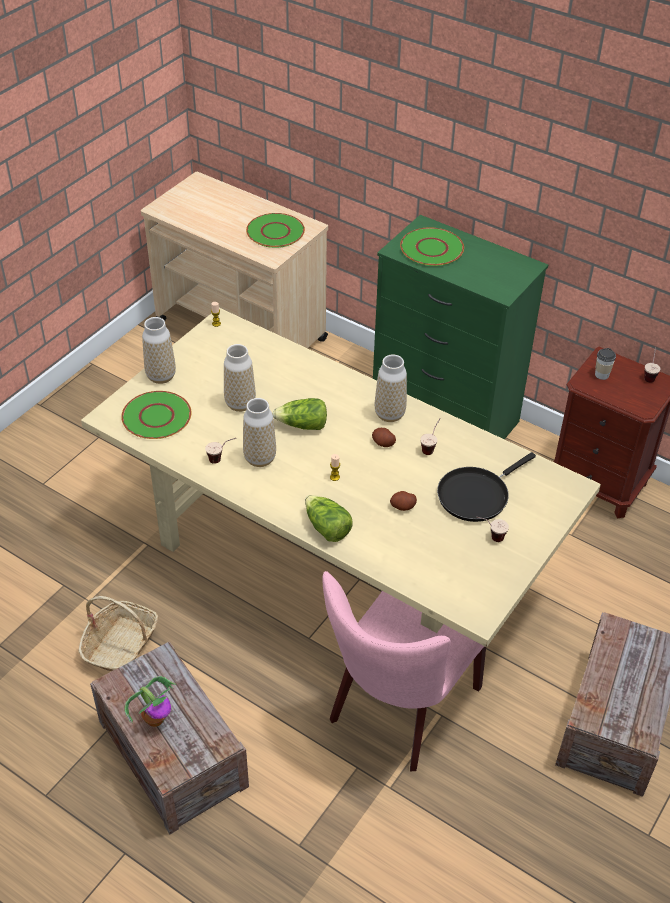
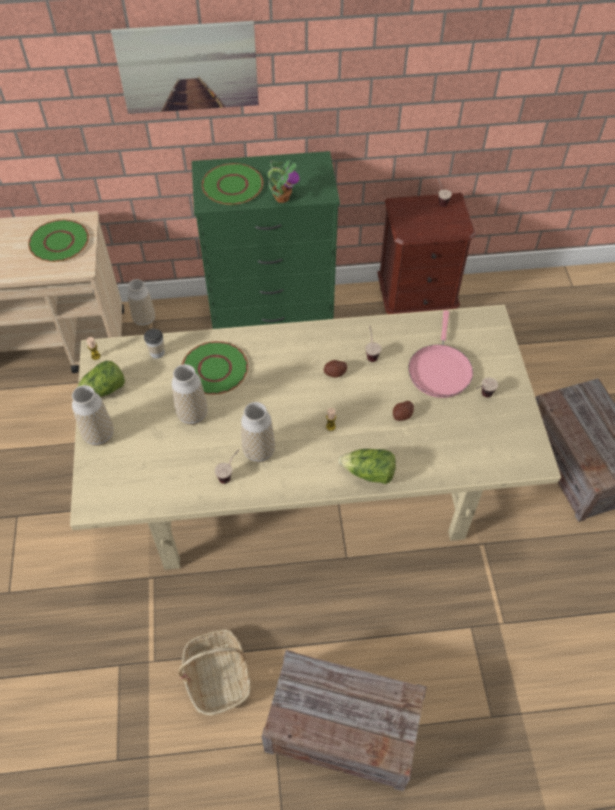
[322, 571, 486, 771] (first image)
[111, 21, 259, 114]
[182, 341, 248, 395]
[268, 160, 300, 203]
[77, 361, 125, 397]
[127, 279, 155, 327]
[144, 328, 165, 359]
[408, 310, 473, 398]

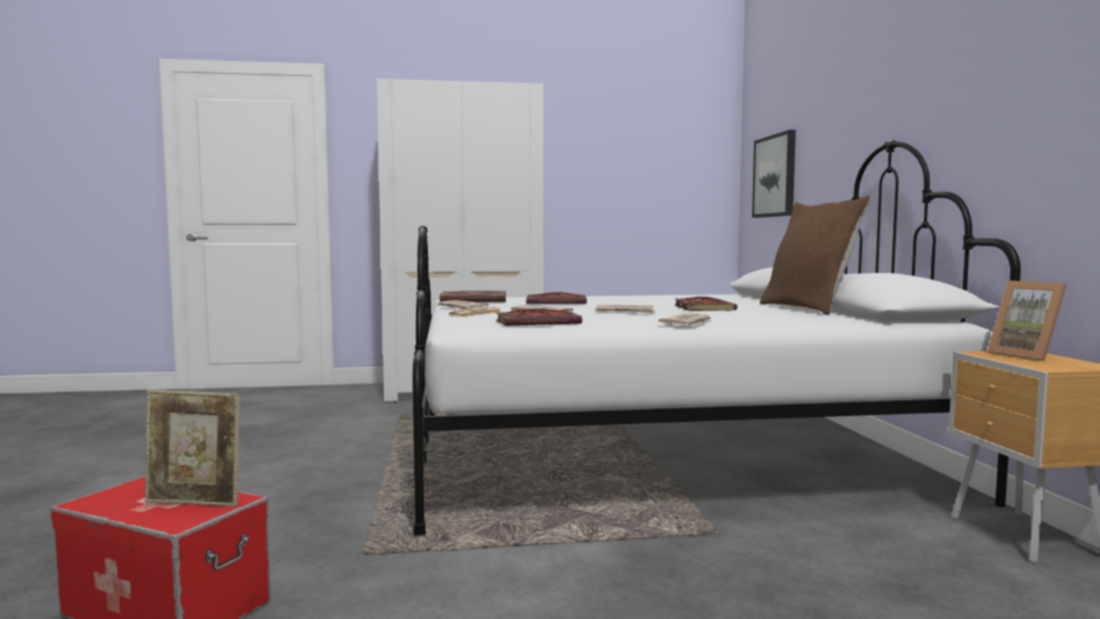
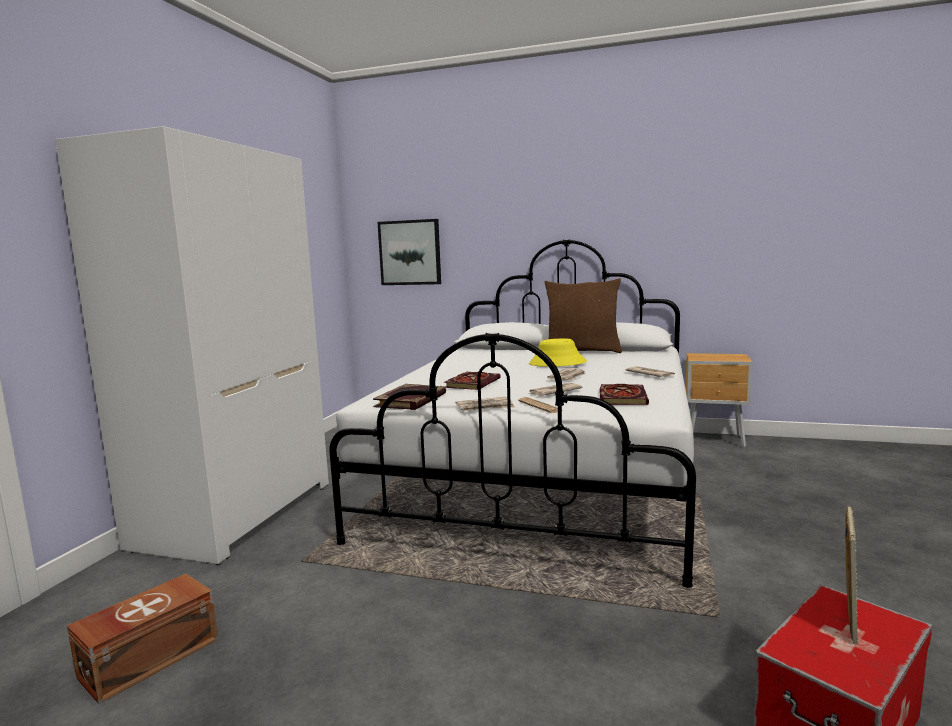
[988, 280, 1067, 361] (first image)
[67, 574, 218, 704]
[529, 338, 587, 367]

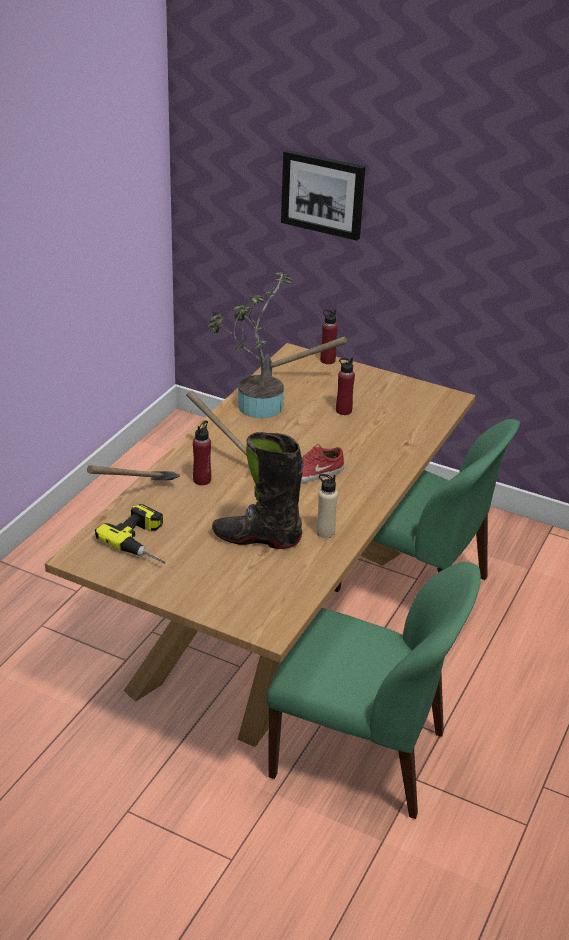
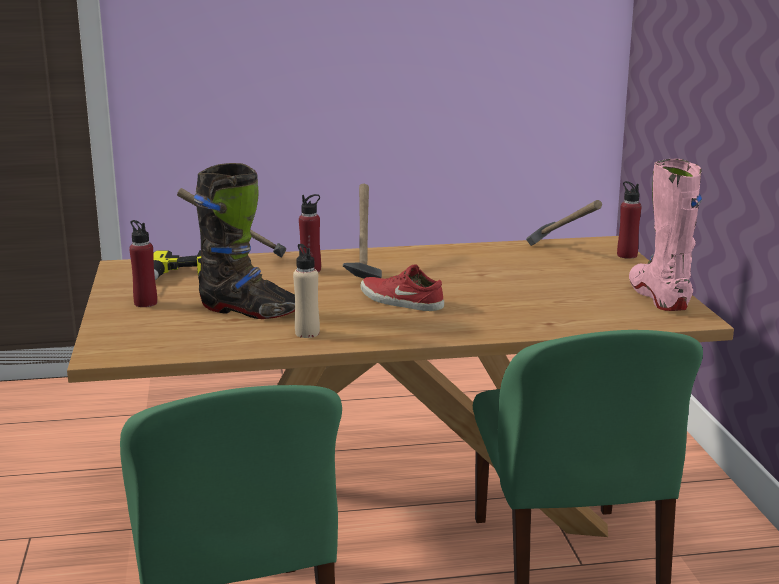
[208, 272, 293, 418] (first image)
[281, 150, 365, 241] (first image)
[629, 159, 702, 311]
[129, 220, 157, 307]
[193, 163, 295, 319]

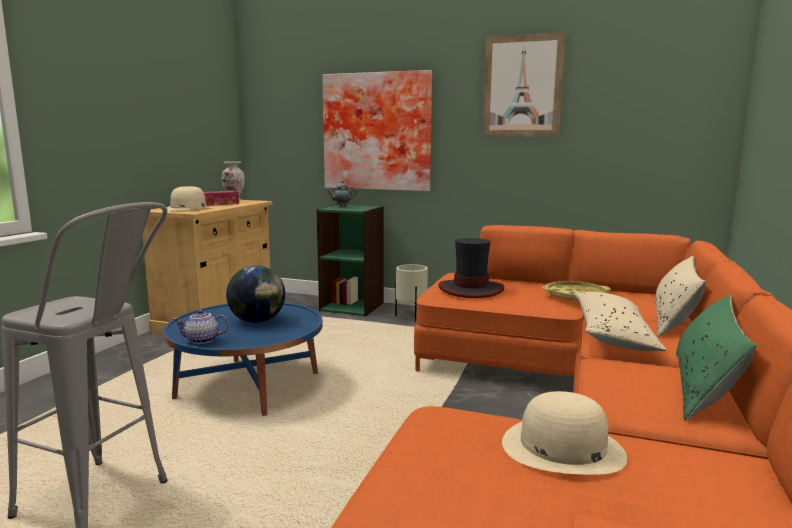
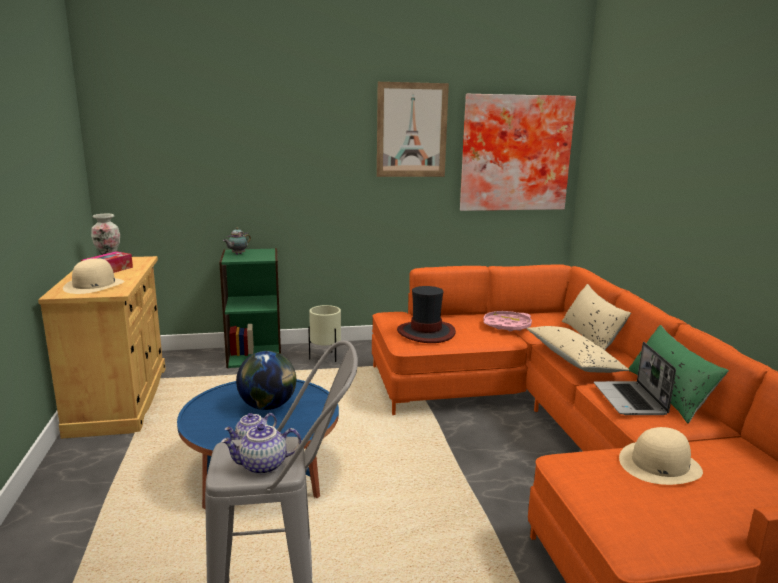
[221, 424, 301, 475]
[594, 342, 676, 415]
[460, 94, 576, 211]
[483, 311, 532, 332]

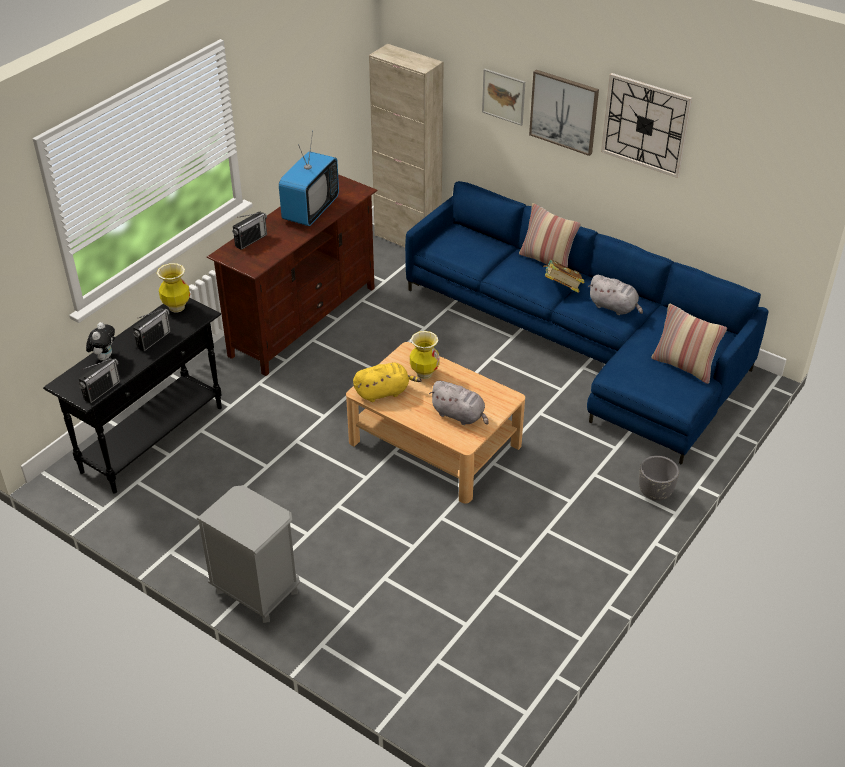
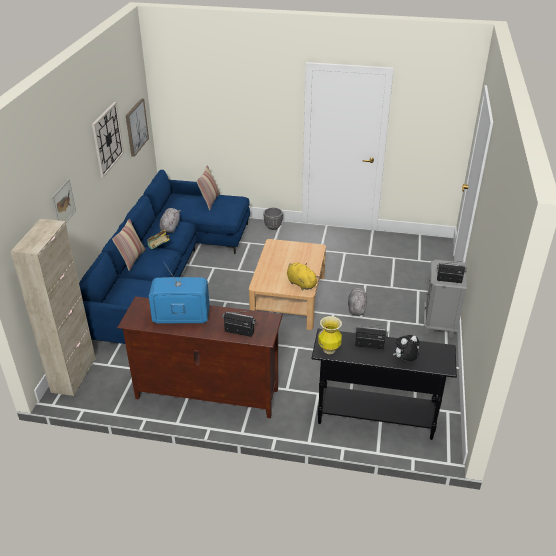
[410, 331, 440, 379] (first image)
[437, 261, 467, 283]
[348, 288, 367, 316]
[126, 99, 149, 157]

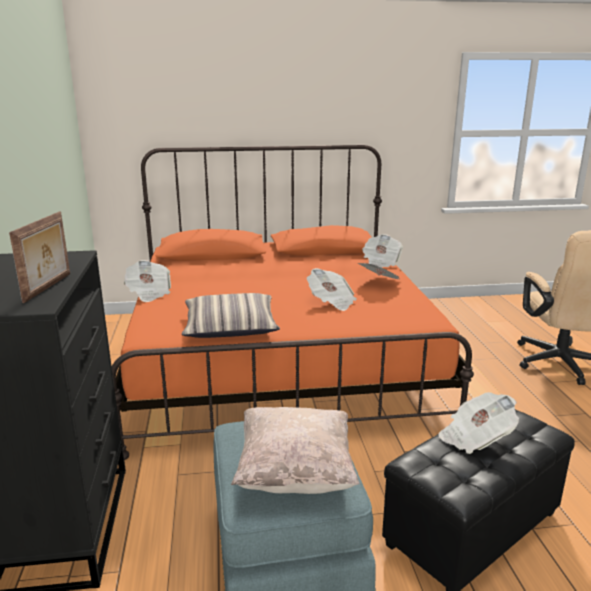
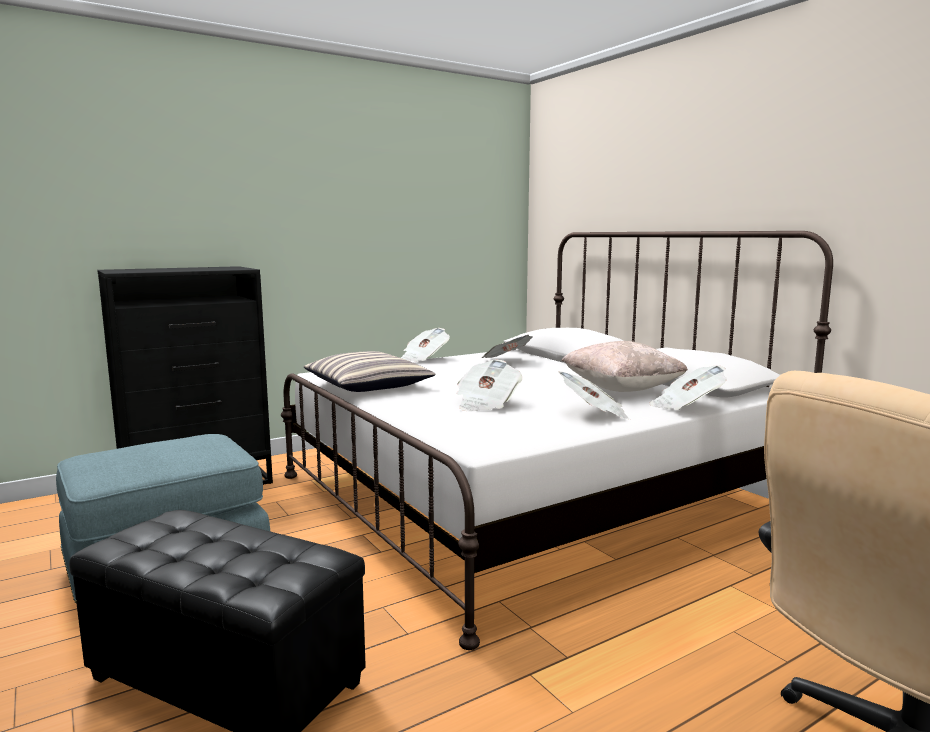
[9, 211, 70, 303] (first image)
[562, 341, 688, 392]
[481, 335, 533, 358]
[281, 231, 833, 650]

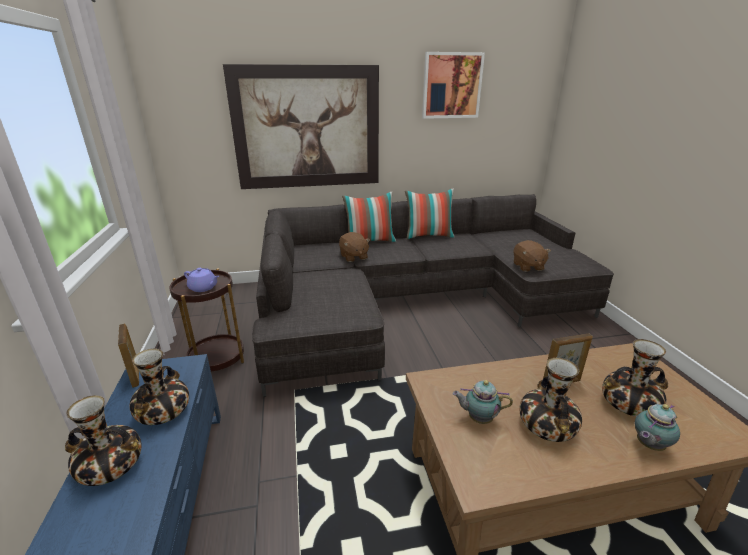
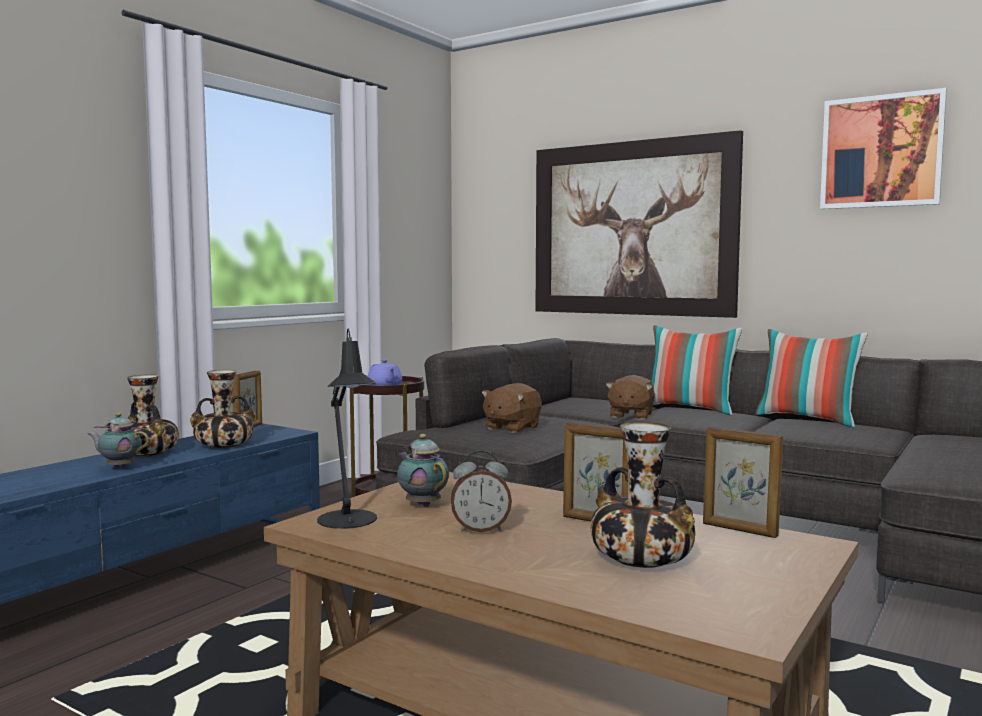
[317, 329, 377, 529]
[703, 426, 783, 538]
[481, 383, 542, 433]
[88, 413, 149, 468]
[451, 450, 512, 532]

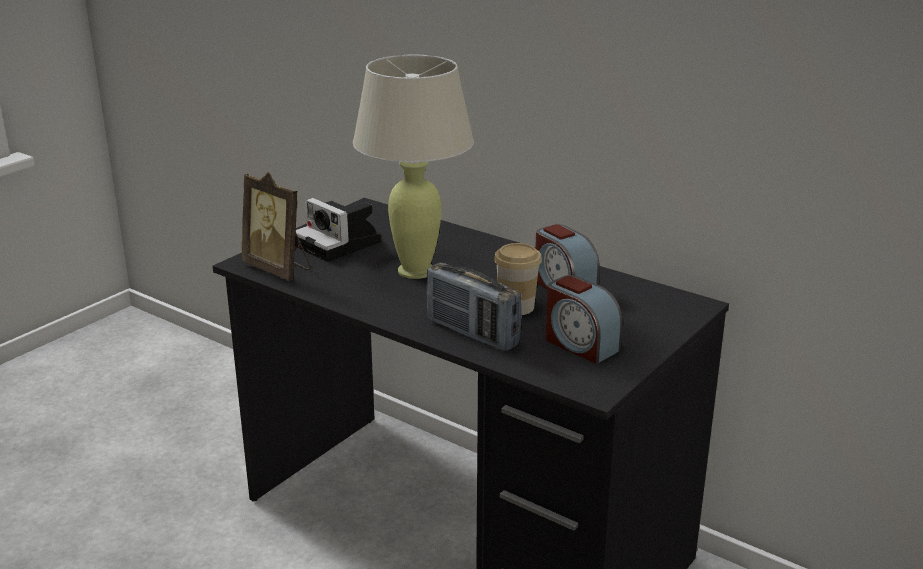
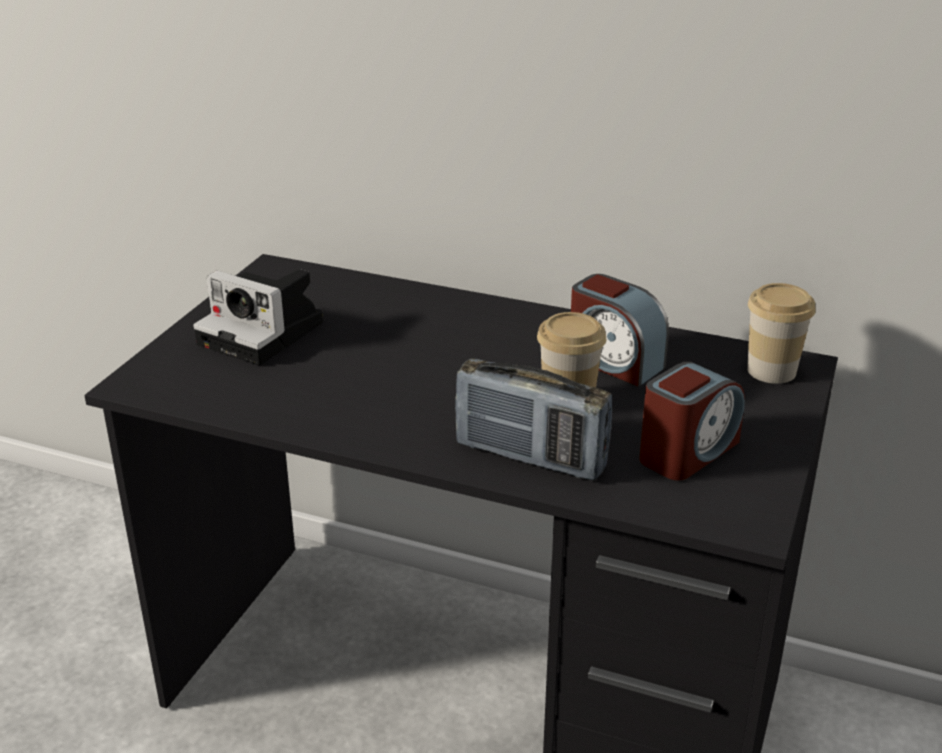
[241, 172, 311, 281] (first image)
[353, 55, 474, 279] (first image)
[747, 283, 816, 384]
[639, 362, 745, 481]

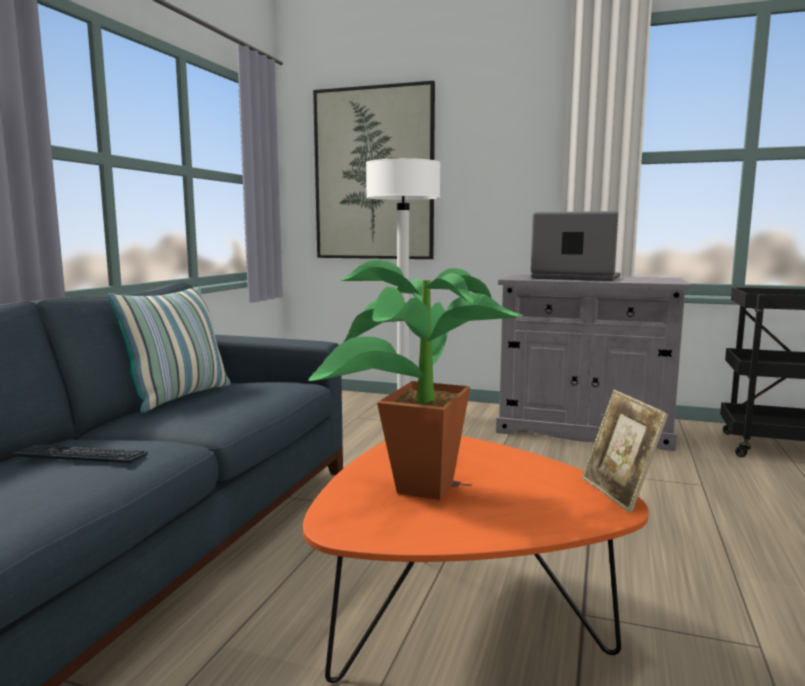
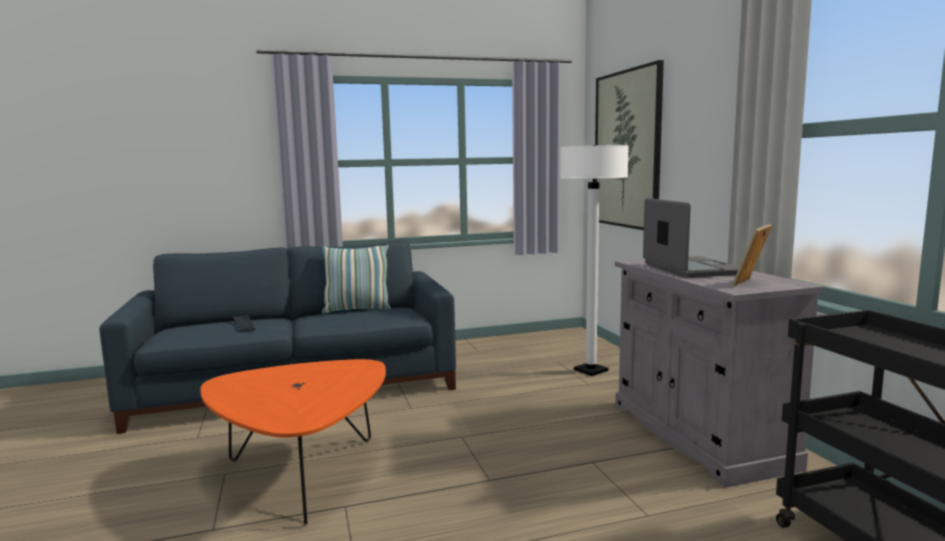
[308, 260, 523, 500] (first image)
[732, 224, 772, 287]

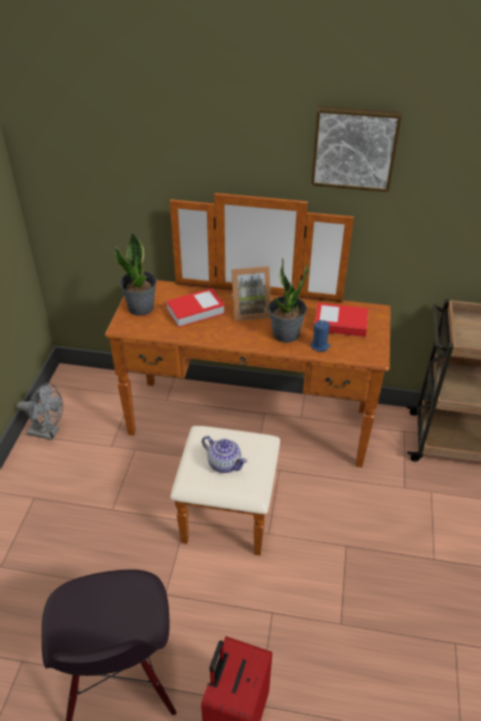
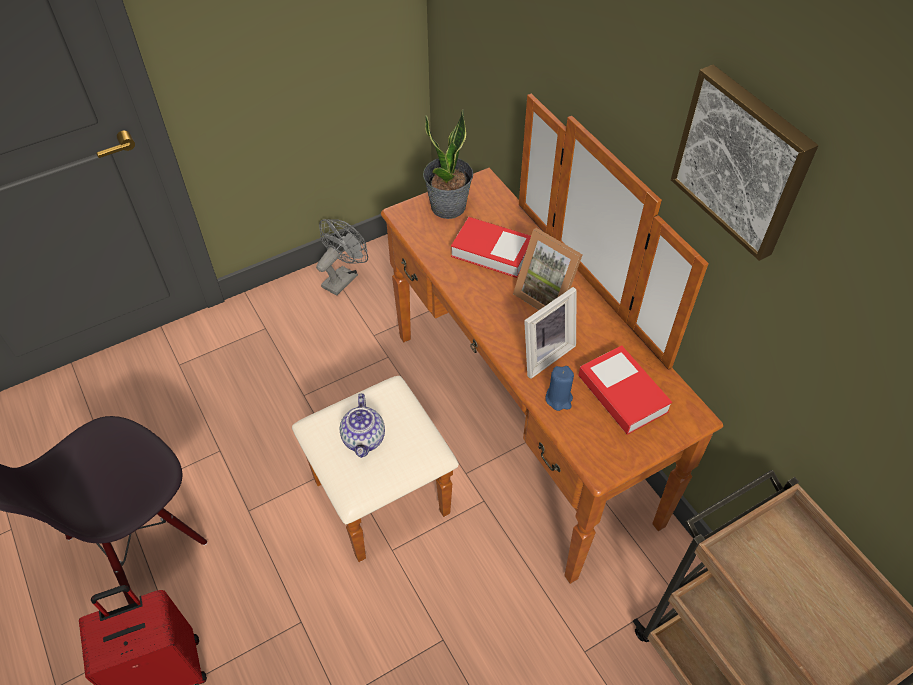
[524, 287, 577, 379]
[316, 219, 368, 296]

